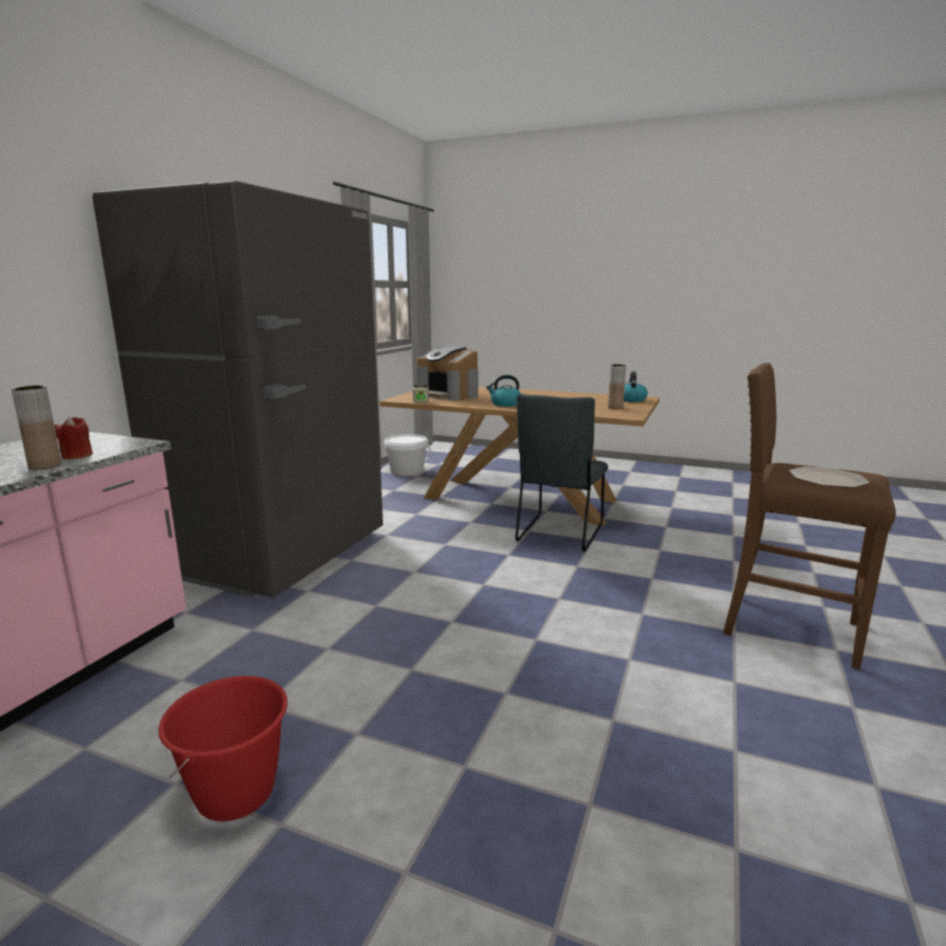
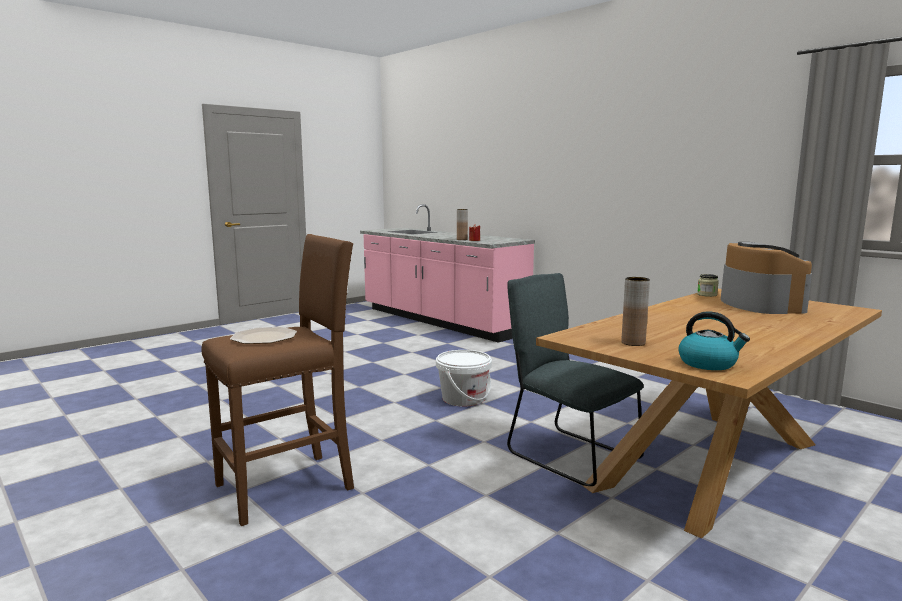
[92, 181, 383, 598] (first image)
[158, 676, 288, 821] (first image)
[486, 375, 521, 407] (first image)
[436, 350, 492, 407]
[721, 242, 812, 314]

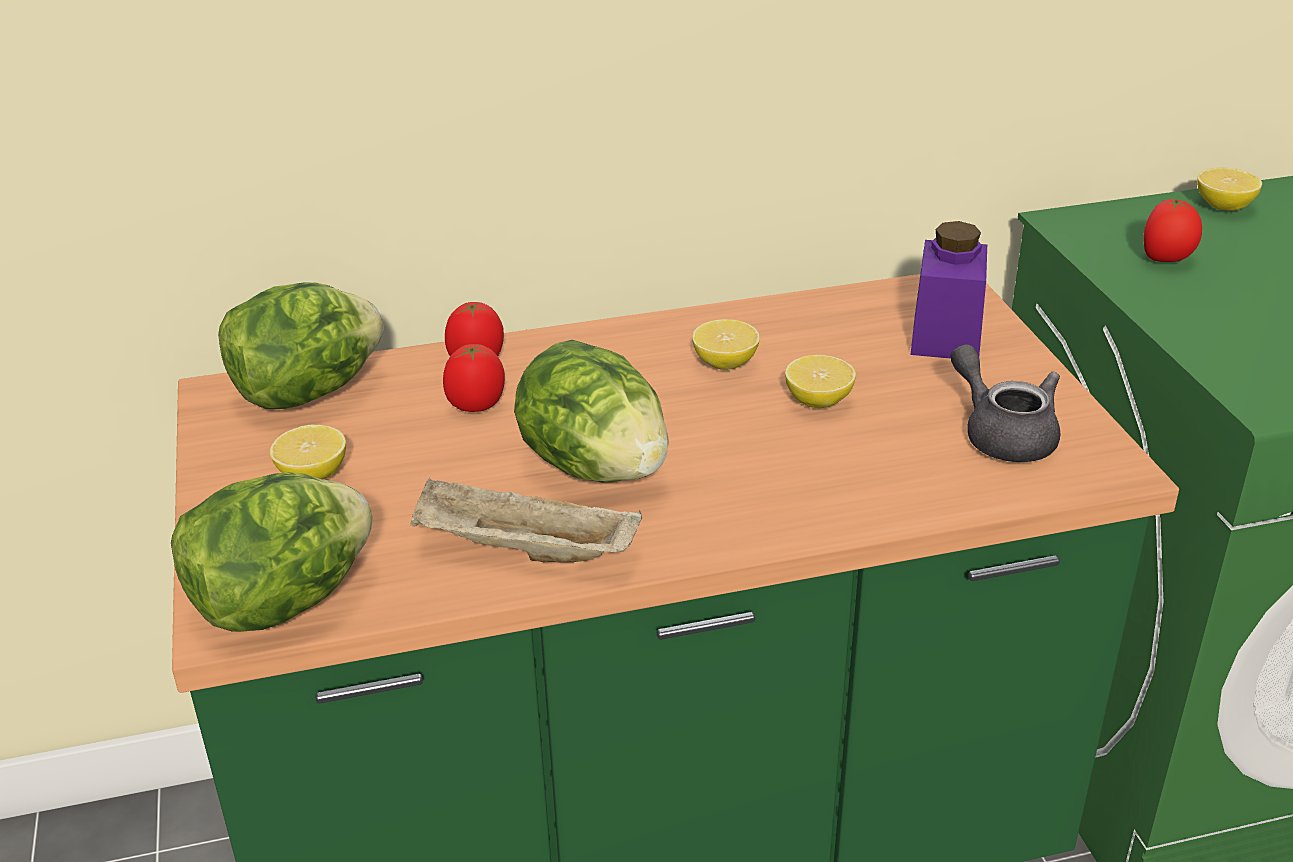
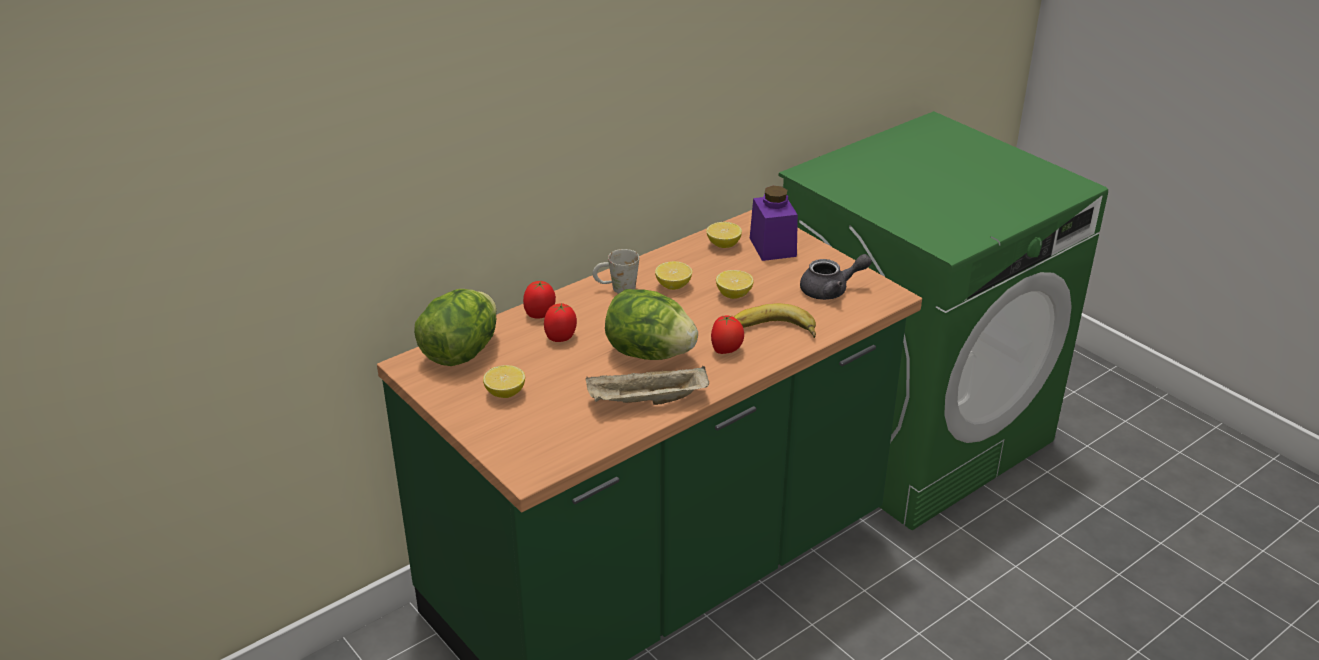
[171, 472, 373, 632] (first image)
[593, 249, 639, 294]
[734, 303, 816, 338]
[711, 315, 744, 354]
[706, 222, 742, 248]
[800, 254, 872, 300]

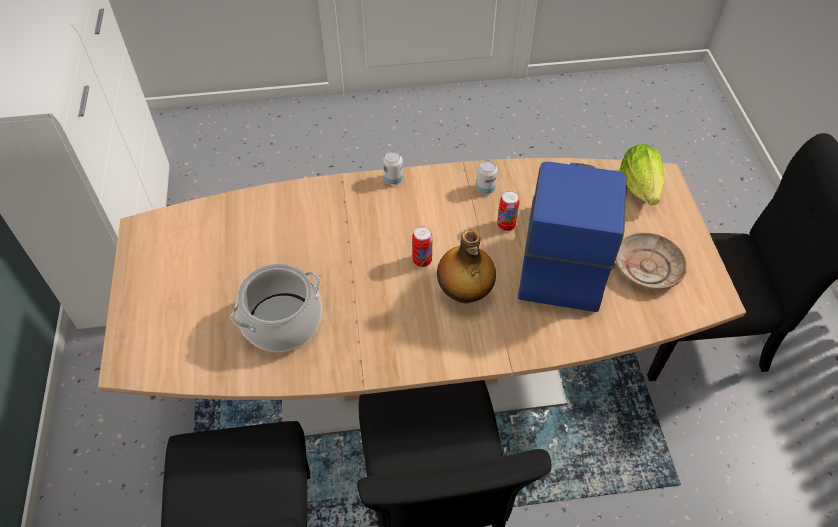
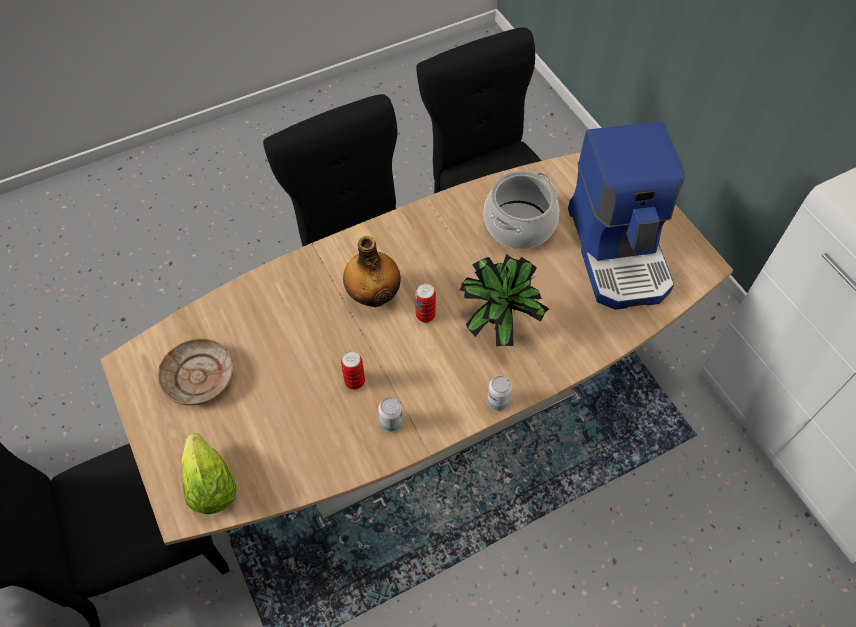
[459, 254, 549, 347]
[568, 121, 686, 310]

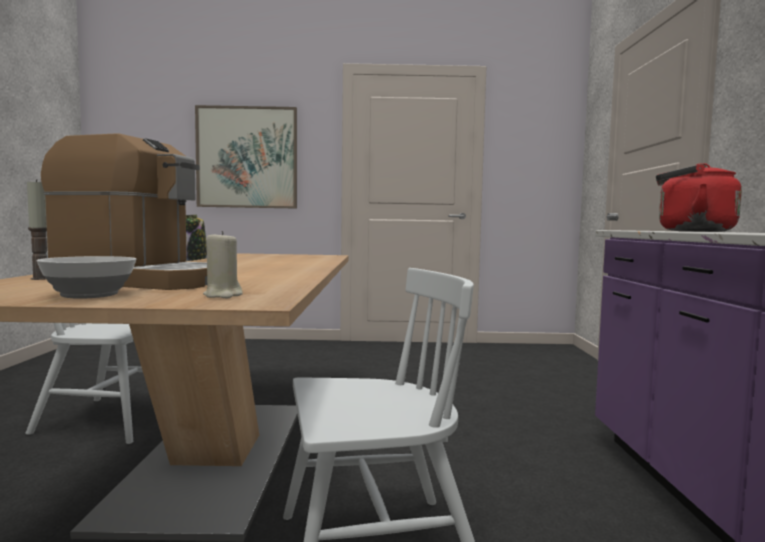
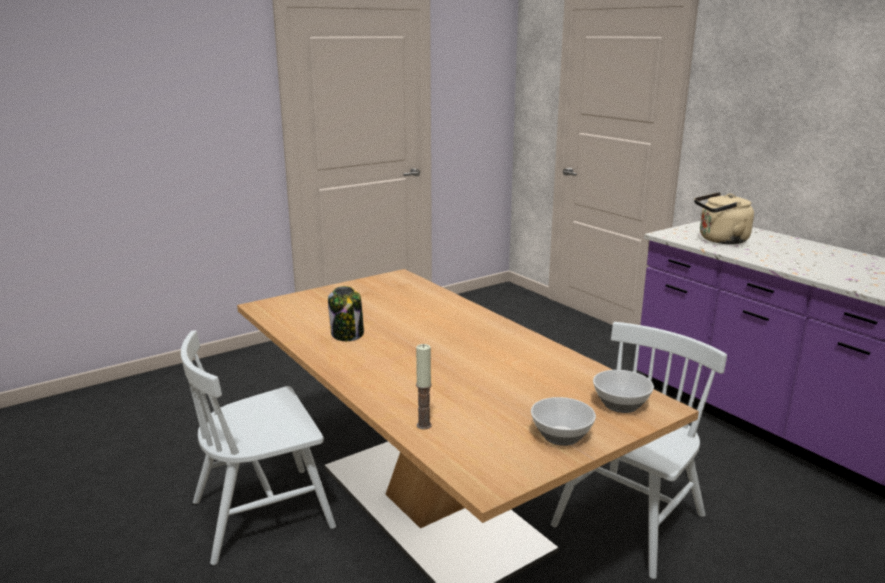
[41, 133, 207, 290] (first image)
[195, 105, 297, 209] (first image)
[593, 370, 654, 413]
[694, 192, 754, 244]

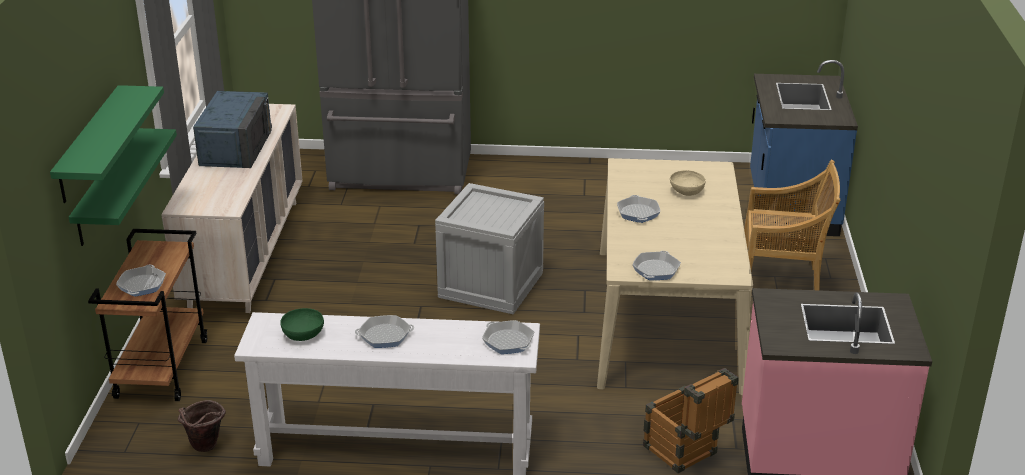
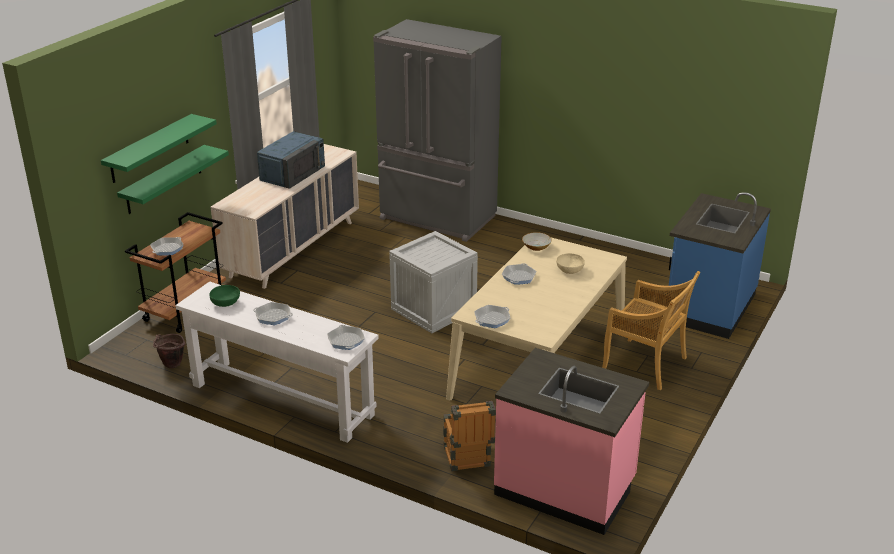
[522, 232, 552, 251]

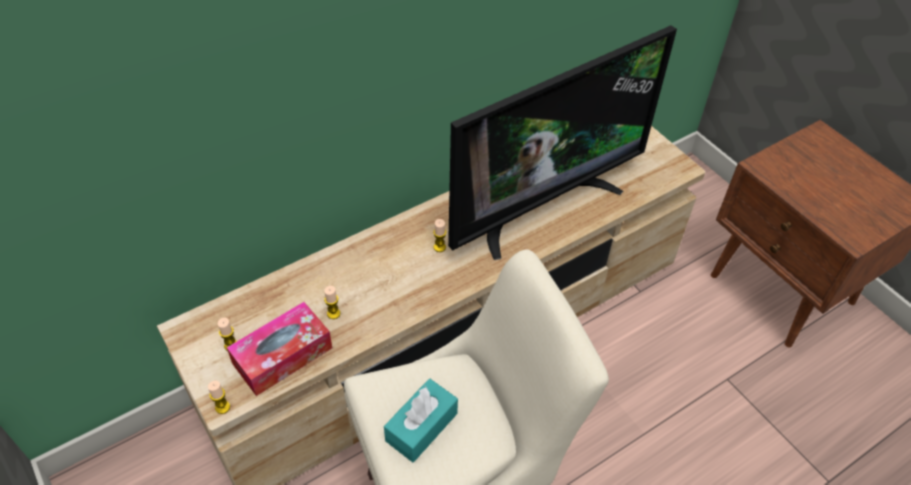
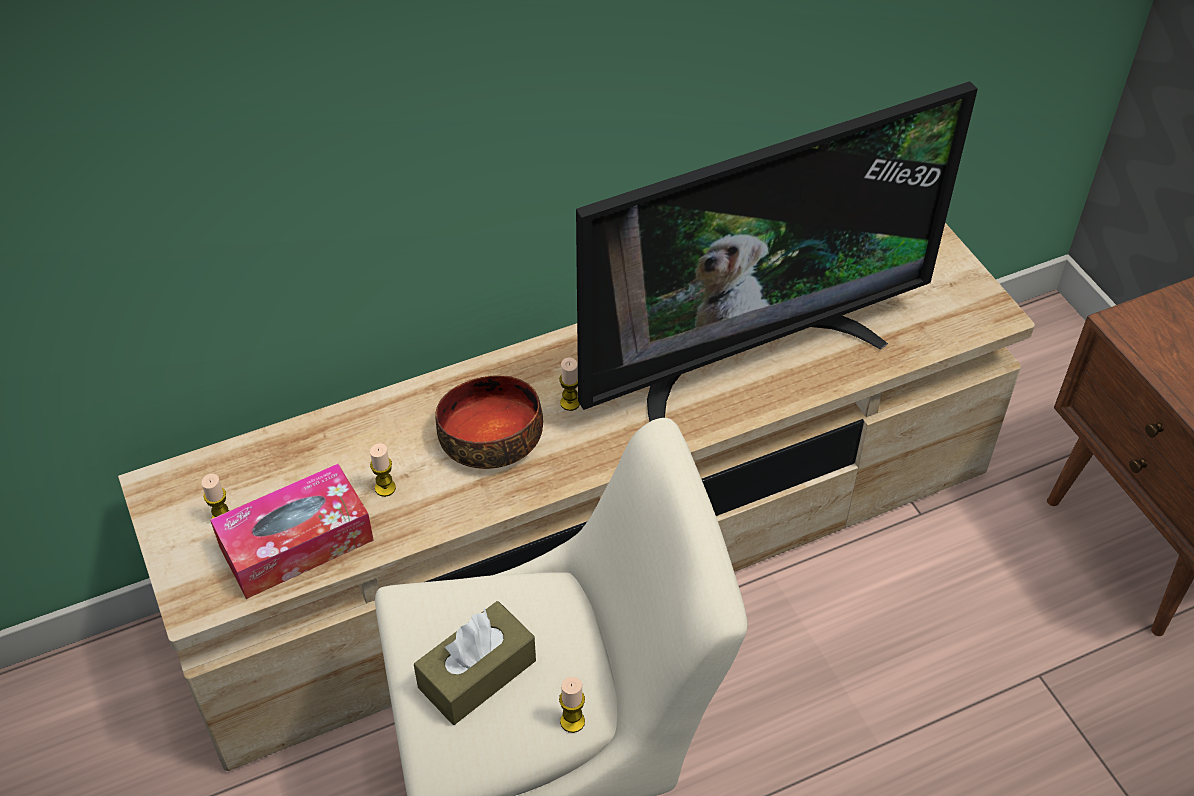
[435, 375, 543, 469]
[559, 677, 585, 733]
[414, 601, 536, 725]

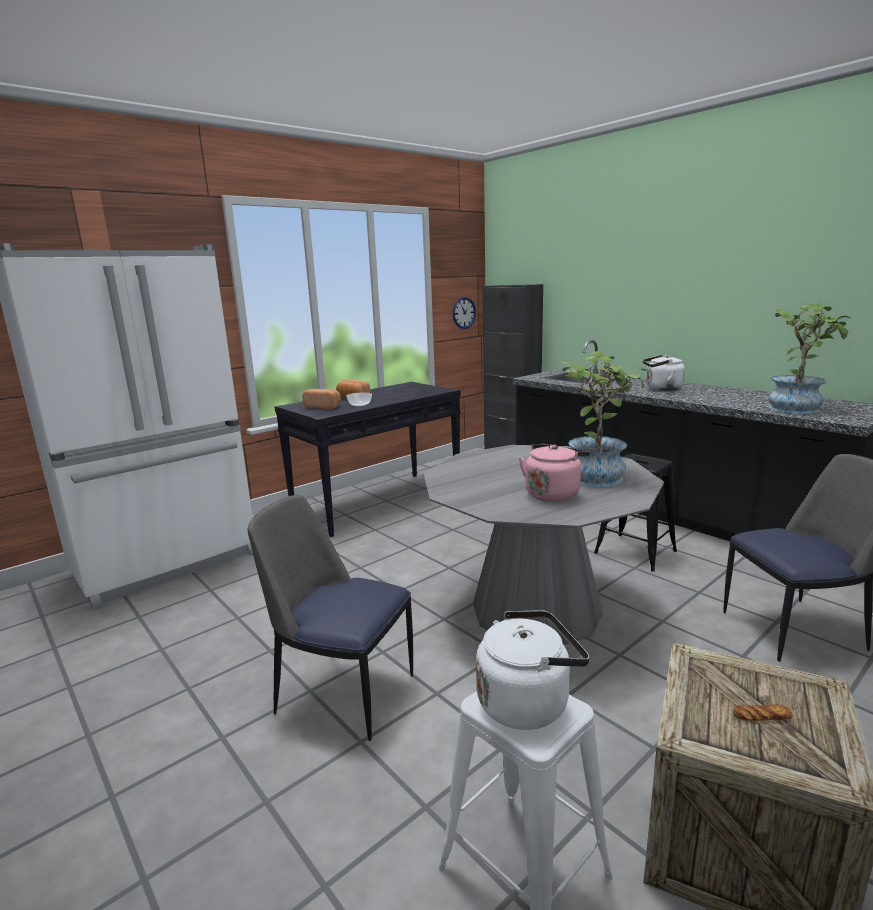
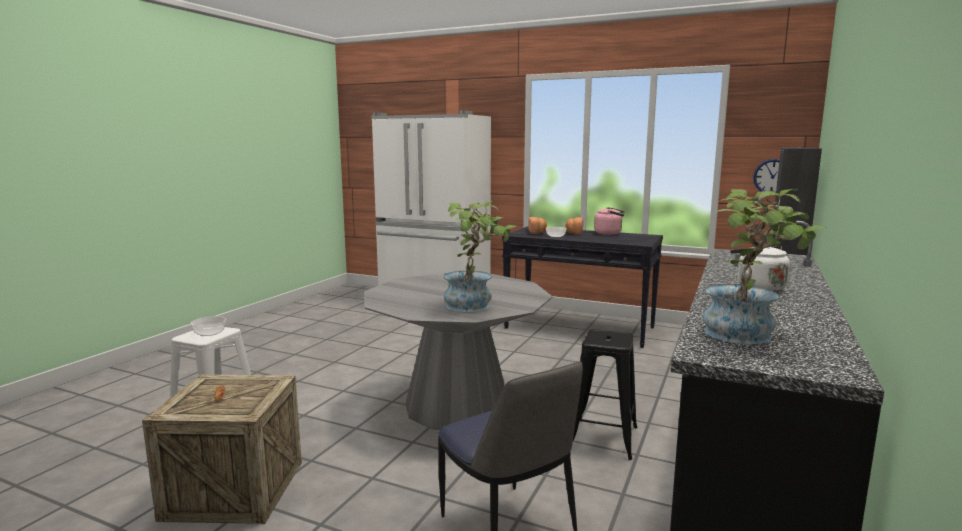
[248, 495, 413, 741] (first image)
[594, 207, 625, 235]
[191, 316, 226, 336]

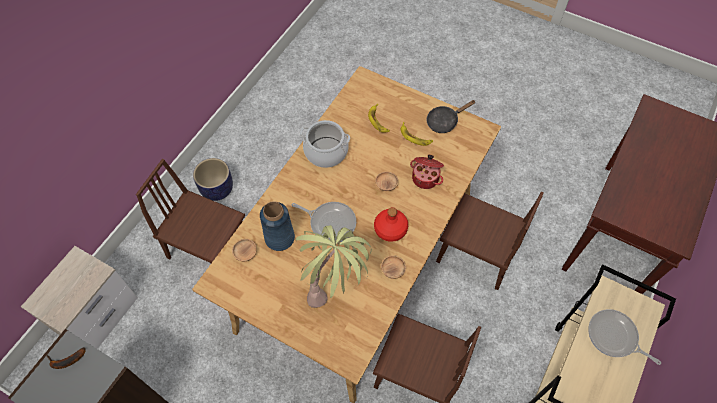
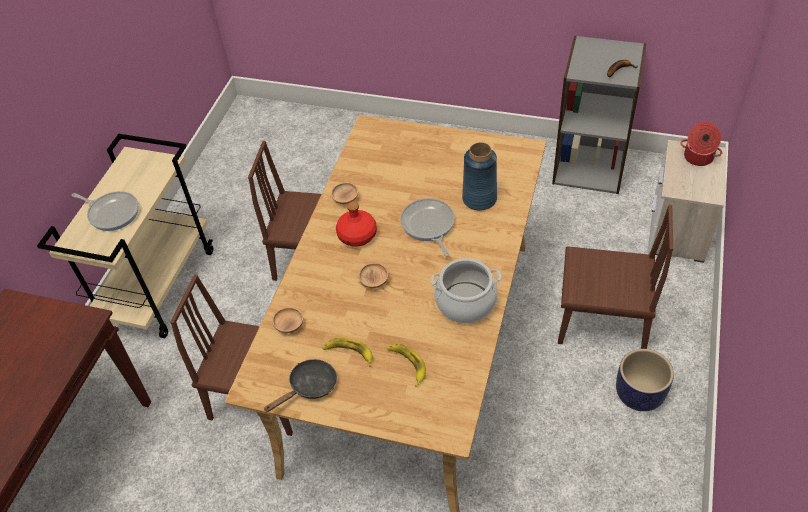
[295, 225, 372, 308] (first image)
[272, 307, 303, 333]
[680, 122, 722, 166]
[400, 198, 455, 256]

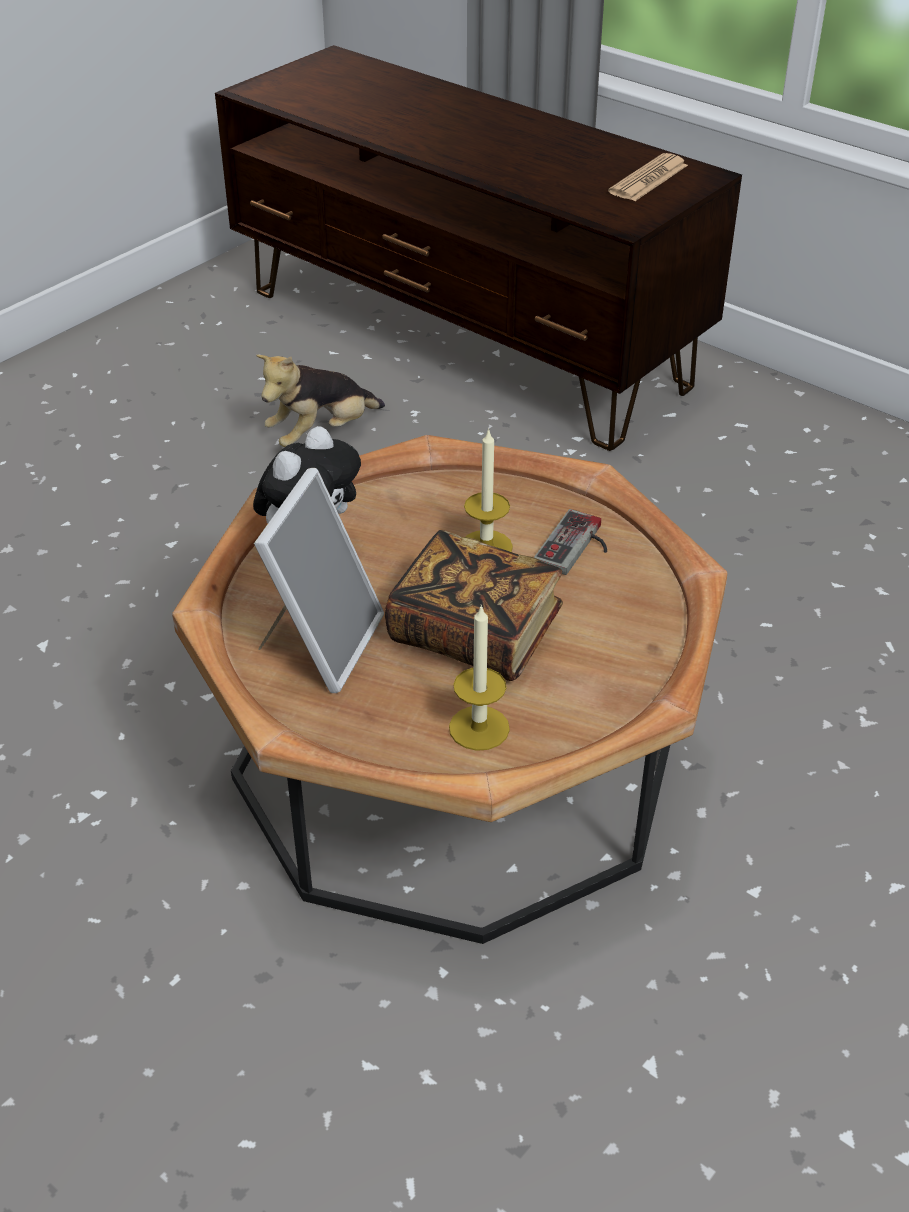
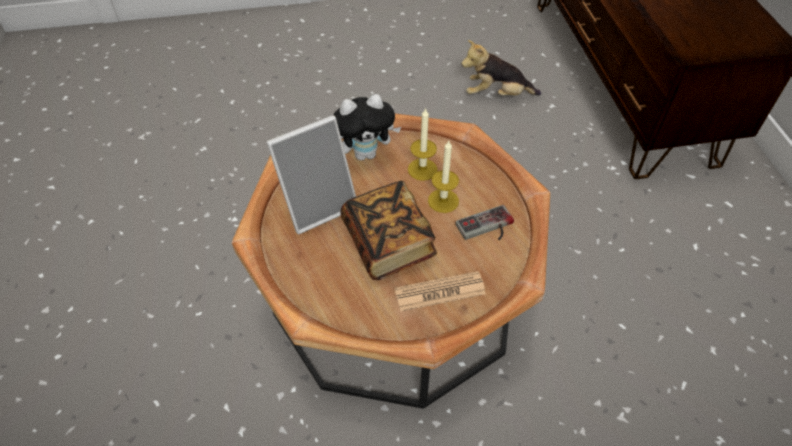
[408, 107, 438, 181]
[395, 271, 486, 311]

